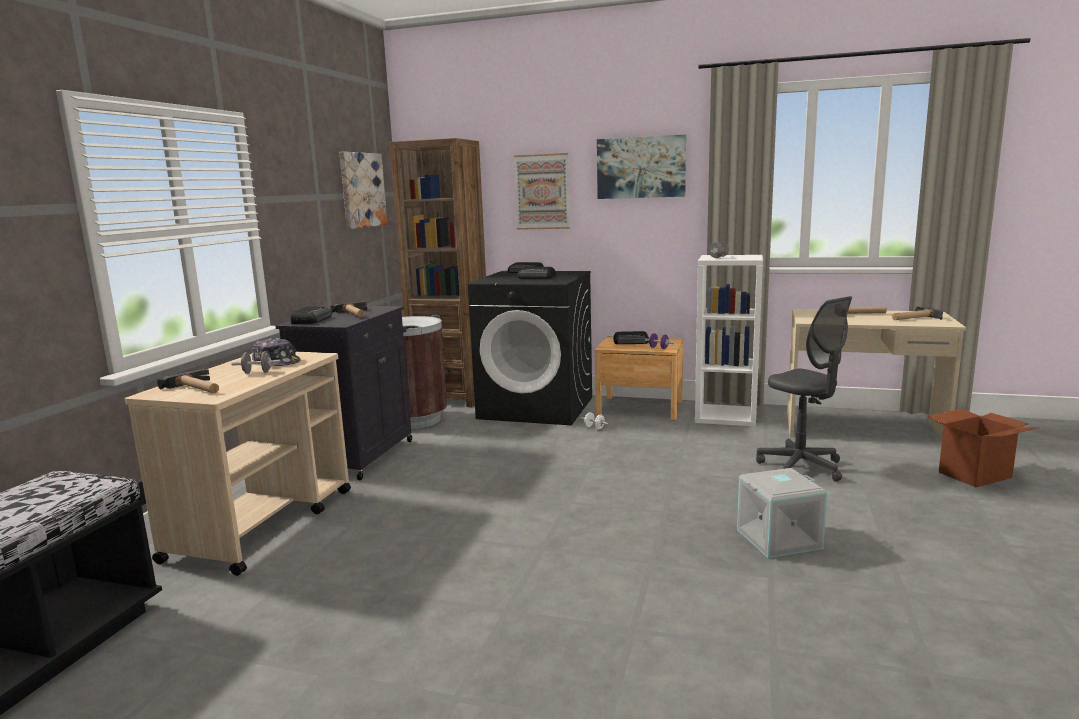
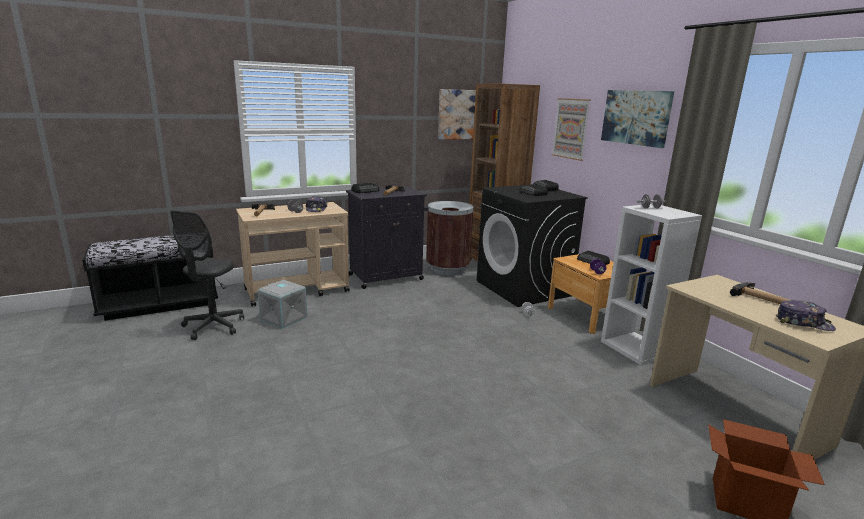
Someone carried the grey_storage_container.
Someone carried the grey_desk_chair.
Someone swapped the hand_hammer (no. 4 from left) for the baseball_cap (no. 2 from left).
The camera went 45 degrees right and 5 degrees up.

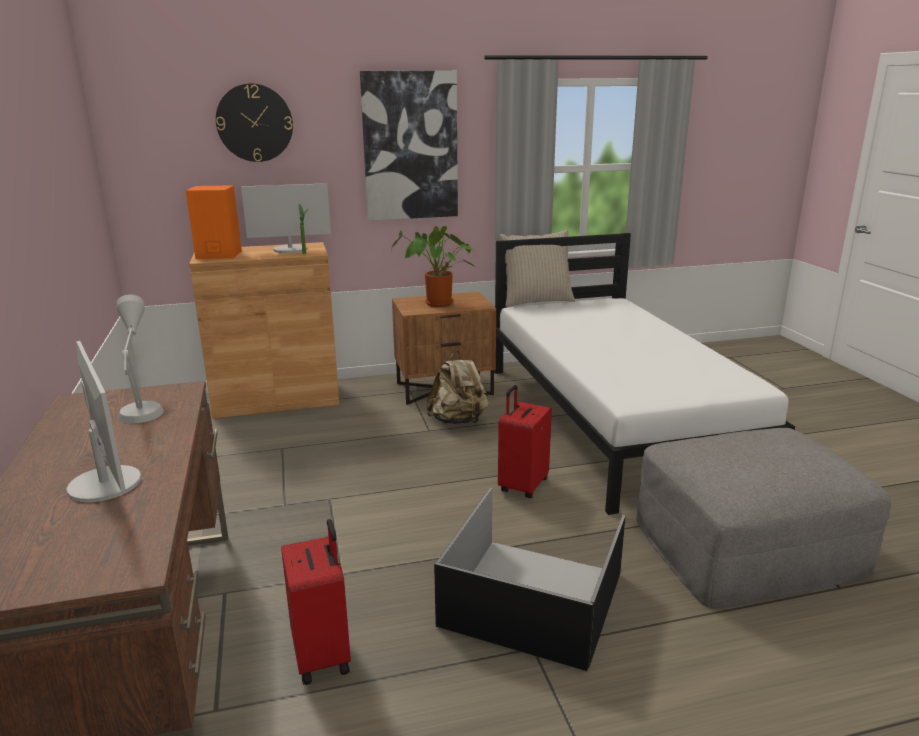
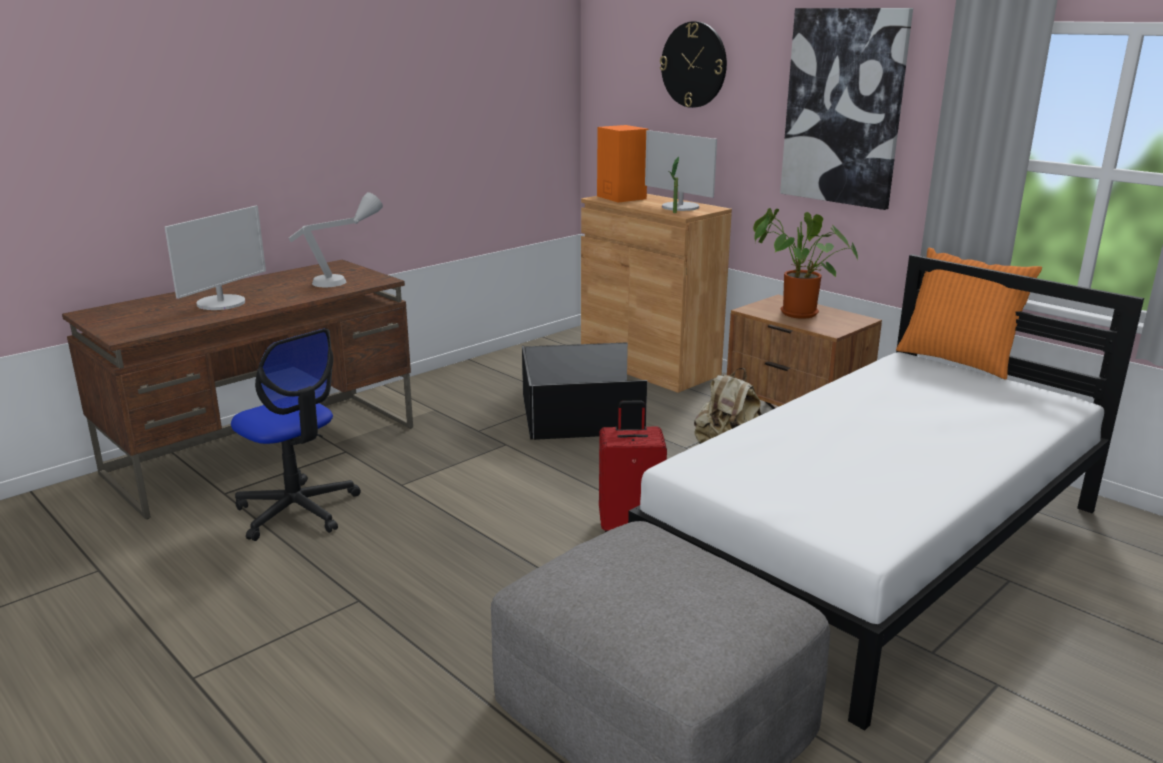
Someone carried the black_storage_container.
Someone swapped the red-coloured_travel_case (no. 1 from left) for the desk_chair.
Someone repainted the sand-coloured_cushion, which became the orange-coloured_cushion.
The camera went 60 degrees right and 0 degrees up.

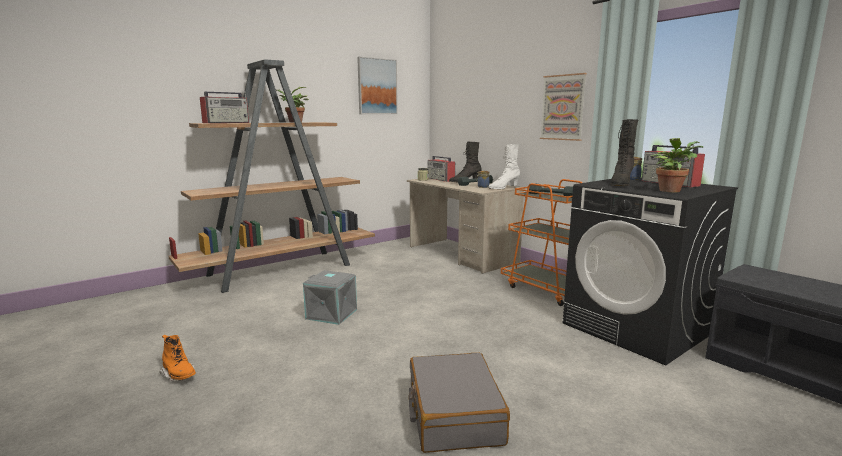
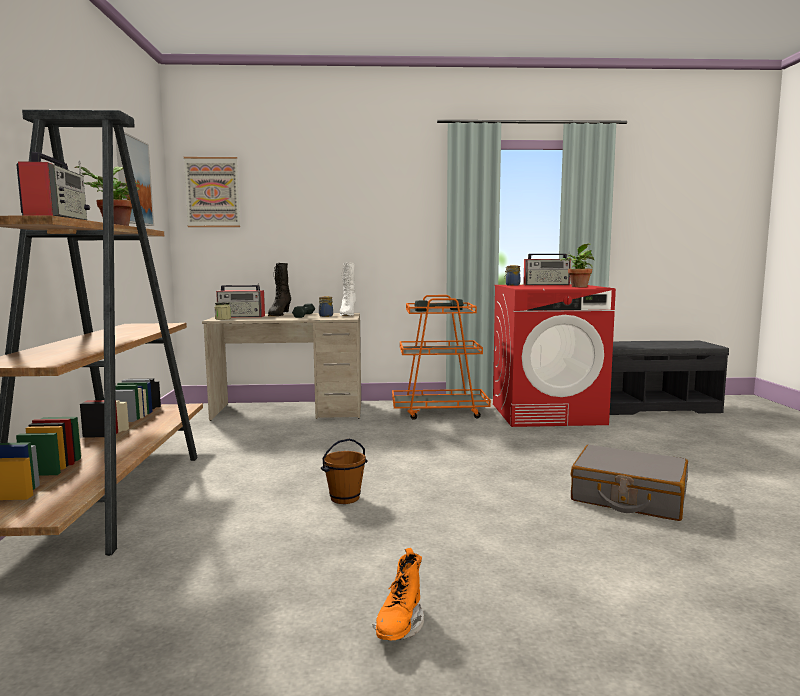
Someone took away the black_high-top_boot (no. 2 from left).
Someone carried the picture (no. 2 from left).
Someone swapped the grey_storage_container for the brownish_pail.
Someone repainted the black_washing_machine, which became the red-coloured_washing_machine.
Someone rotated the orange-coloured_high-top_boot by 120 degrees clockwise.
The camera went 55 degrees left and 5 degrees down.

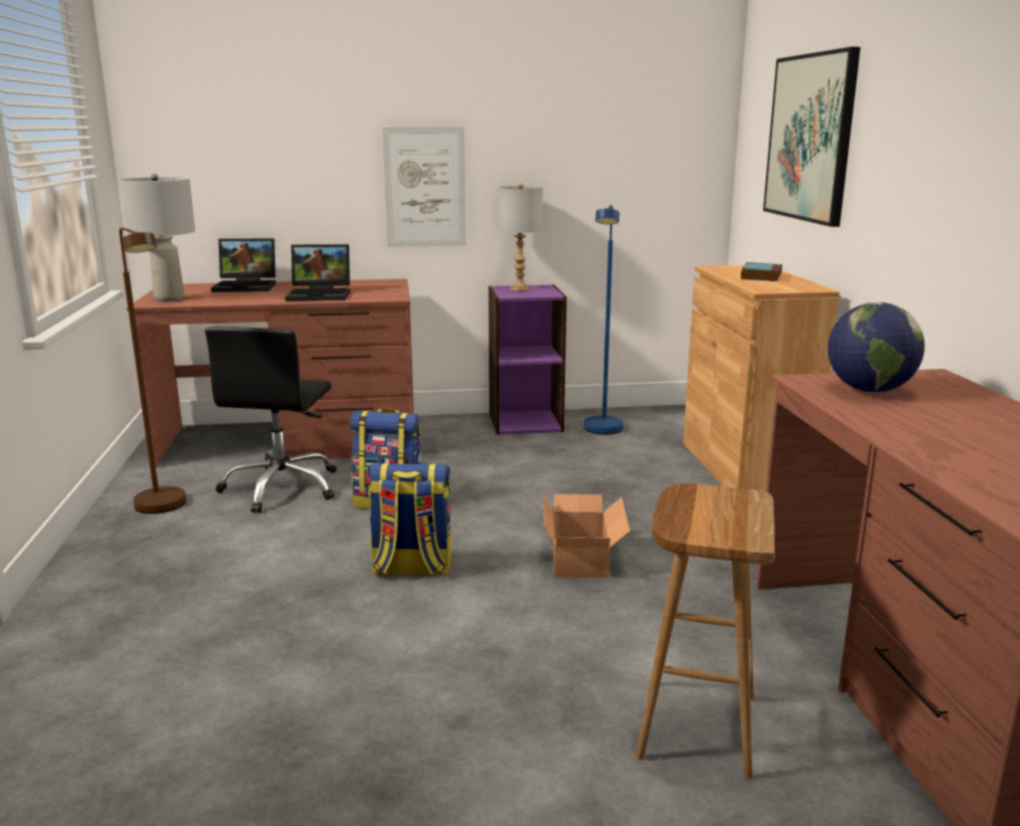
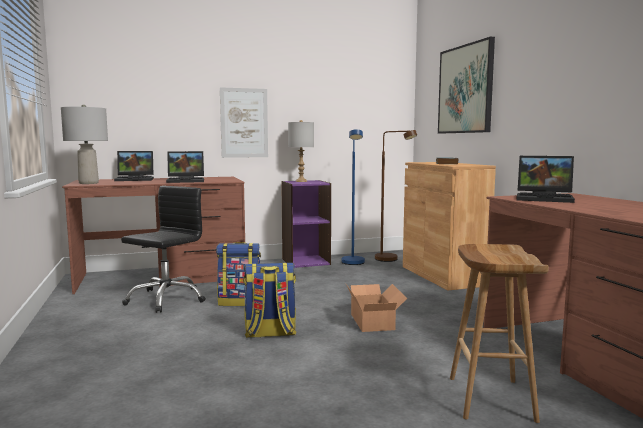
Someone carried the brownish_standing_lamp.
Someone swapped the globe for the portable_computer (no. 3 from left).
Someone rotated the black_desk_chair by 150 degrees counterclockwise.
The camera went 10 degrees left and 10 degrees down.

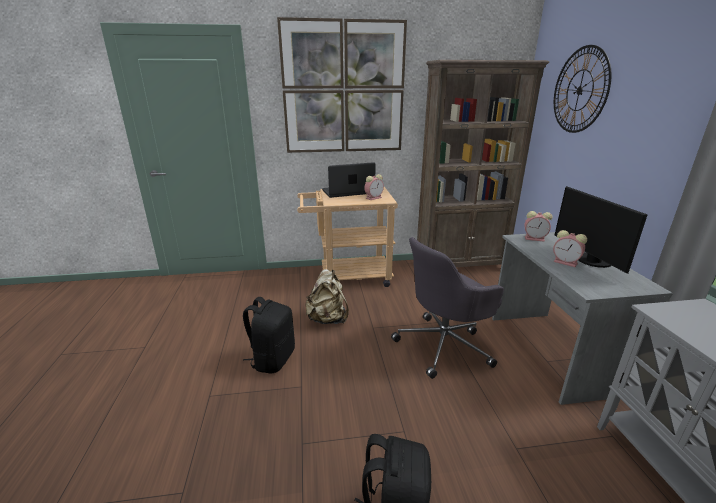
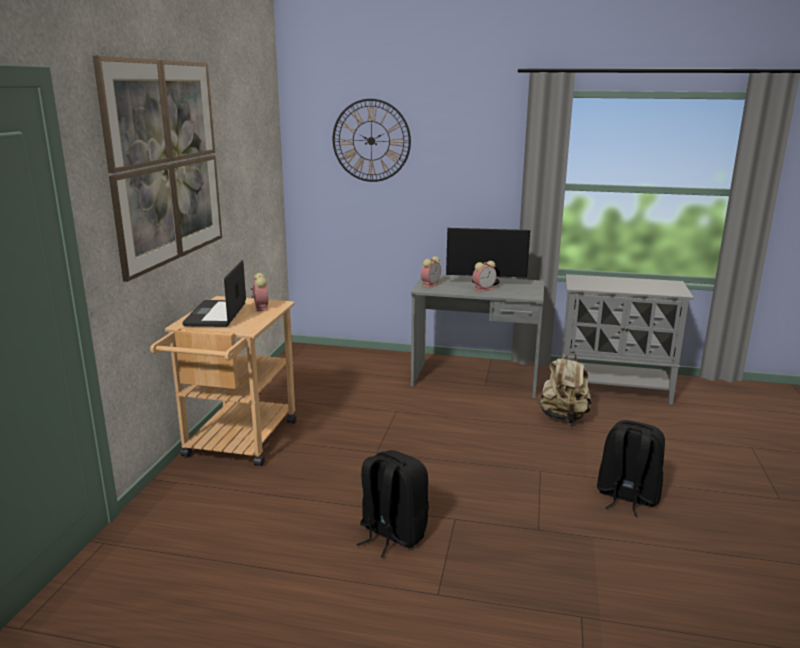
Someone took away the grey_desk_chair.
Someone took away the brownish_bookcase.
Someone carried the sand-coloured_rucksack.
The camera went 70 degrees left and 5 degrees down.

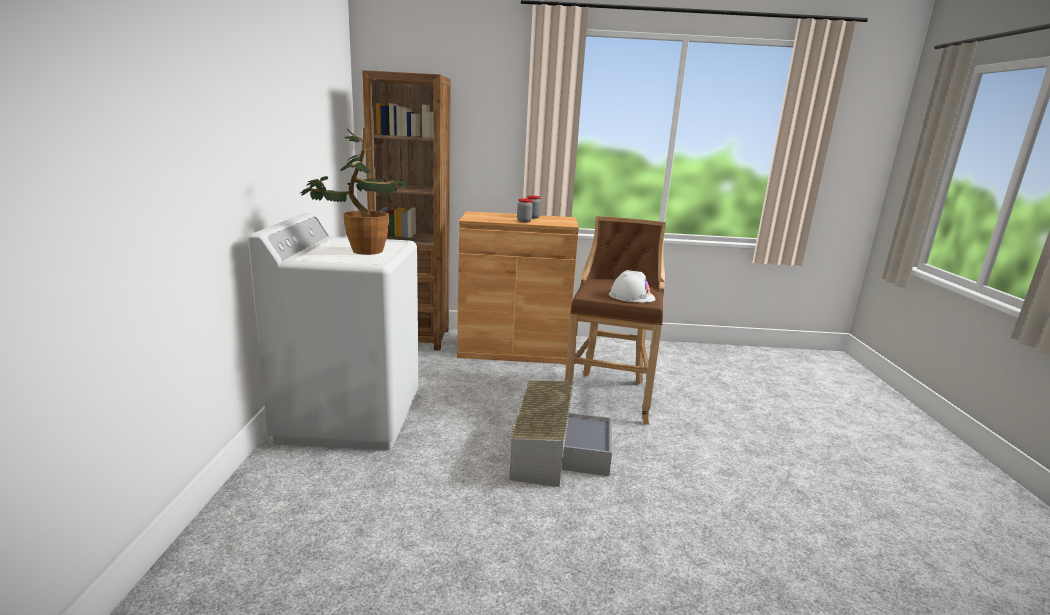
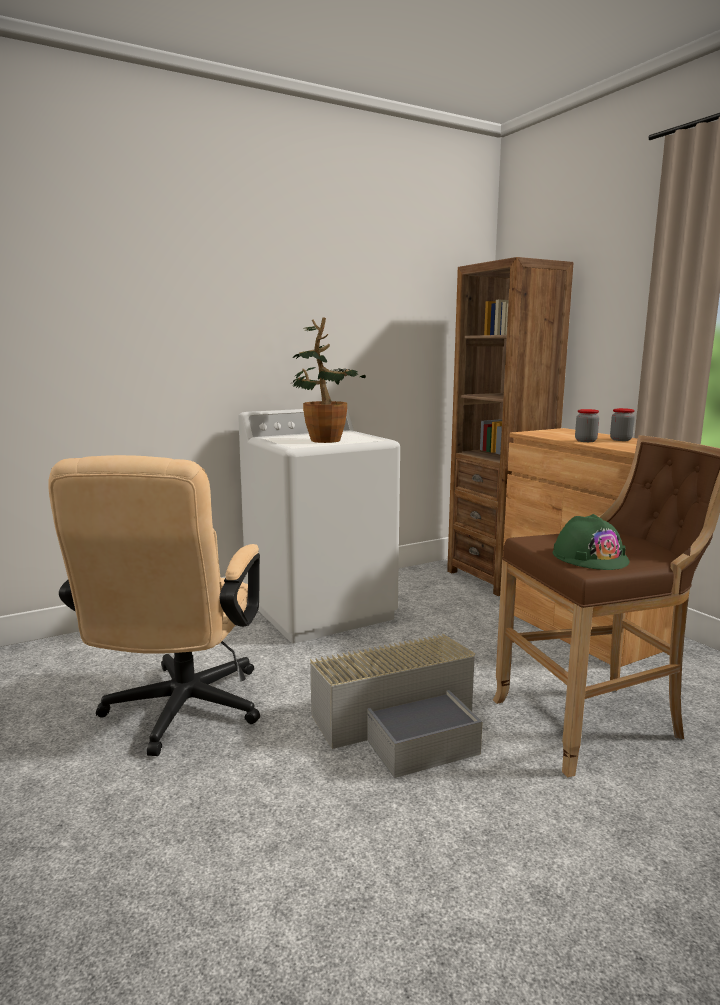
Someone put down the sand-coloured_desk_chair.
Someone repainted the white_safety_helmet, which became the green-coloured_safety_helmet.
The camera went 60 degrees right and 5 degrees down.

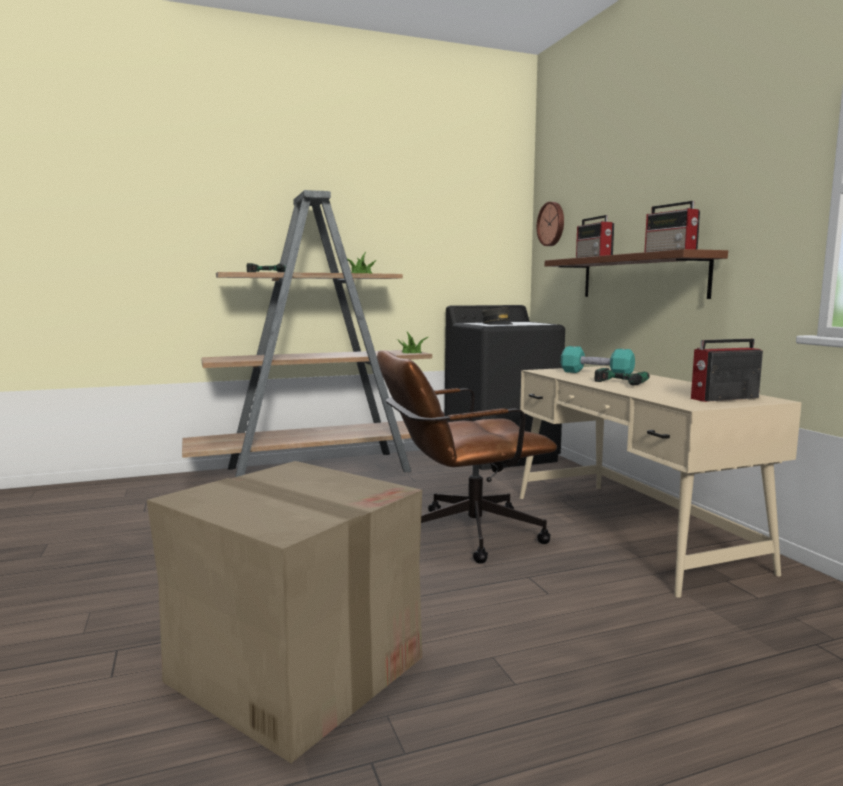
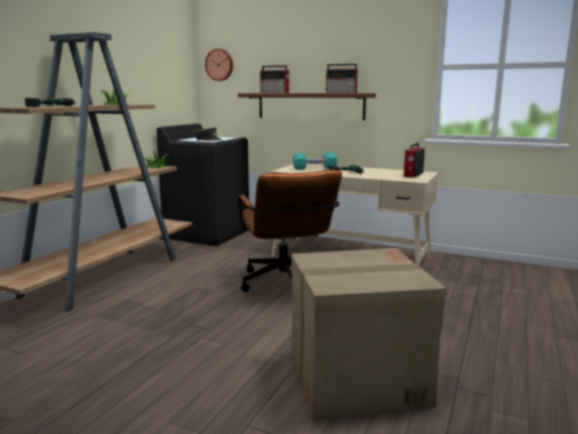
Someone rotated the brownish_desk_chair by 45 degrees counterclockwise.
The camera went 45 degrees left and 5 degrees up.

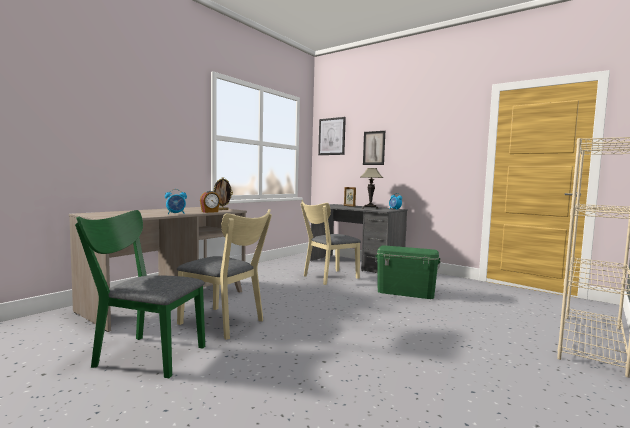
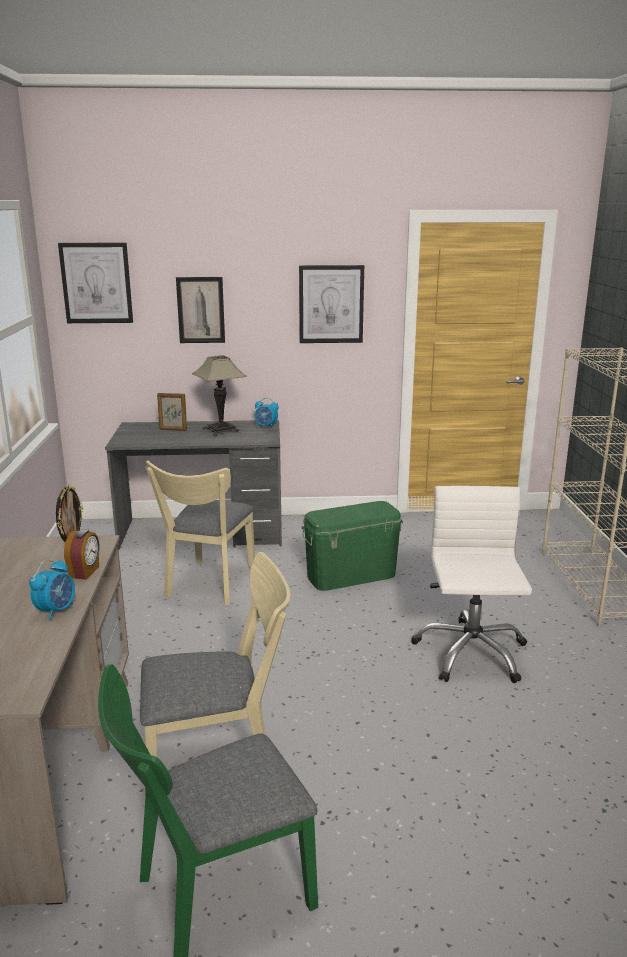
Someone put up the picture (no. 3 from left).
Someone put down the white_desk_chair.
The camera went 40 degrees left and 15 degrees up.

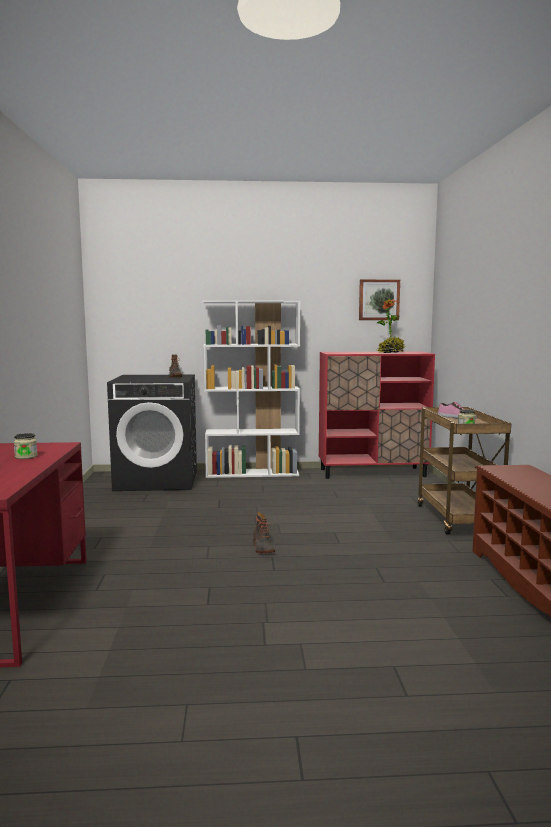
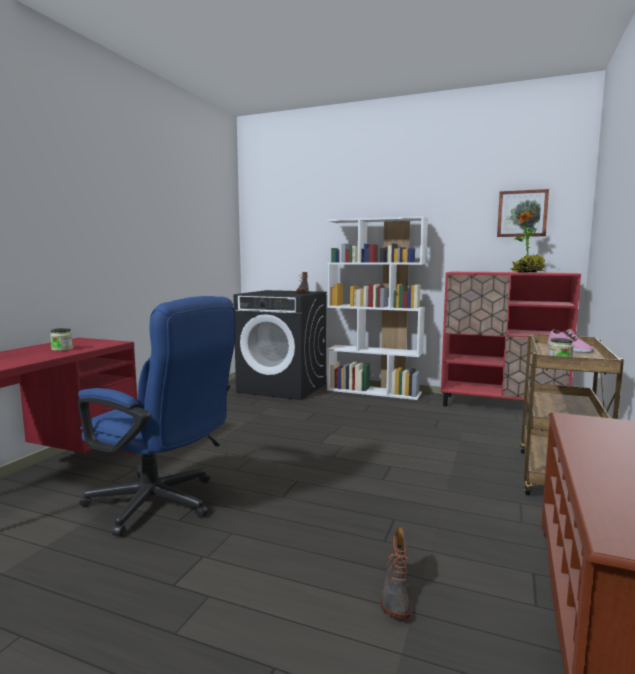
Someone put down the blue_desk_chair.
Someone carried the high-top_boot (no. 2 from left).
The camera went 25 degrees right and 0 degrees up.

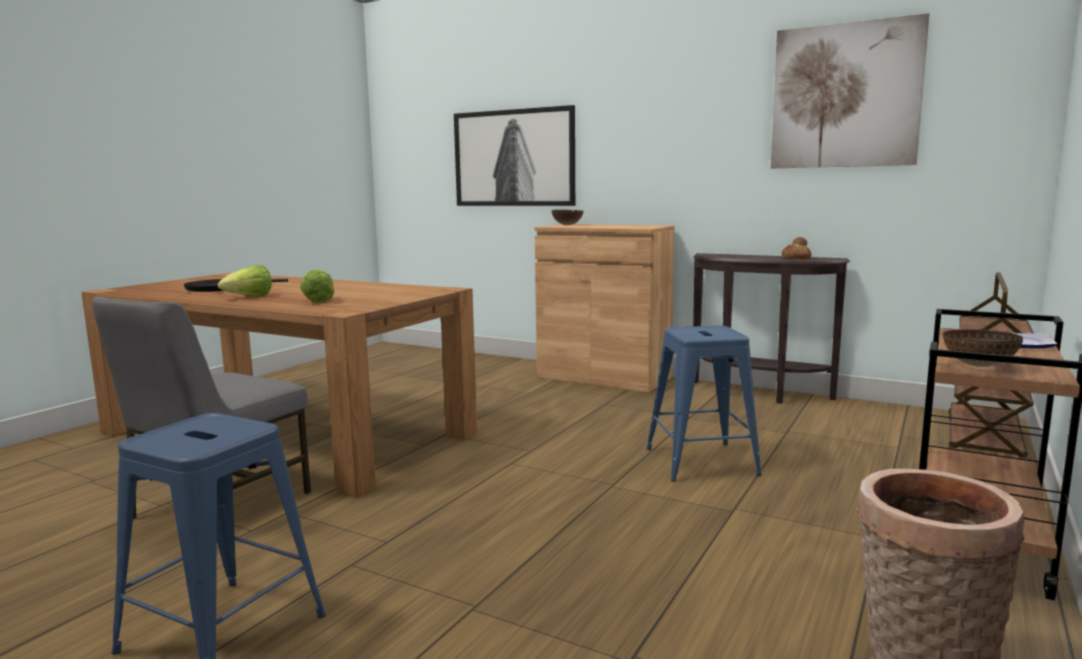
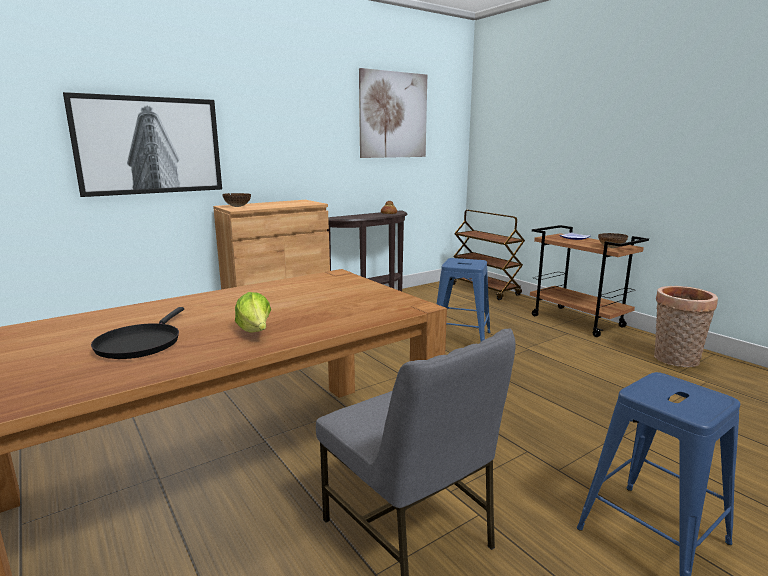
Someone took away the lettuce_head (no. 2 from left).
The camera went 65 degrees left and 5 degrees up.

